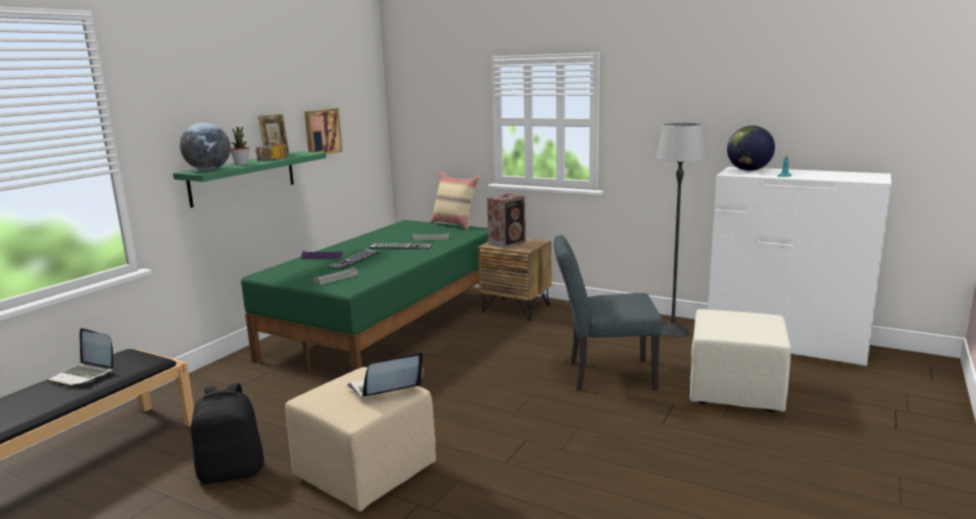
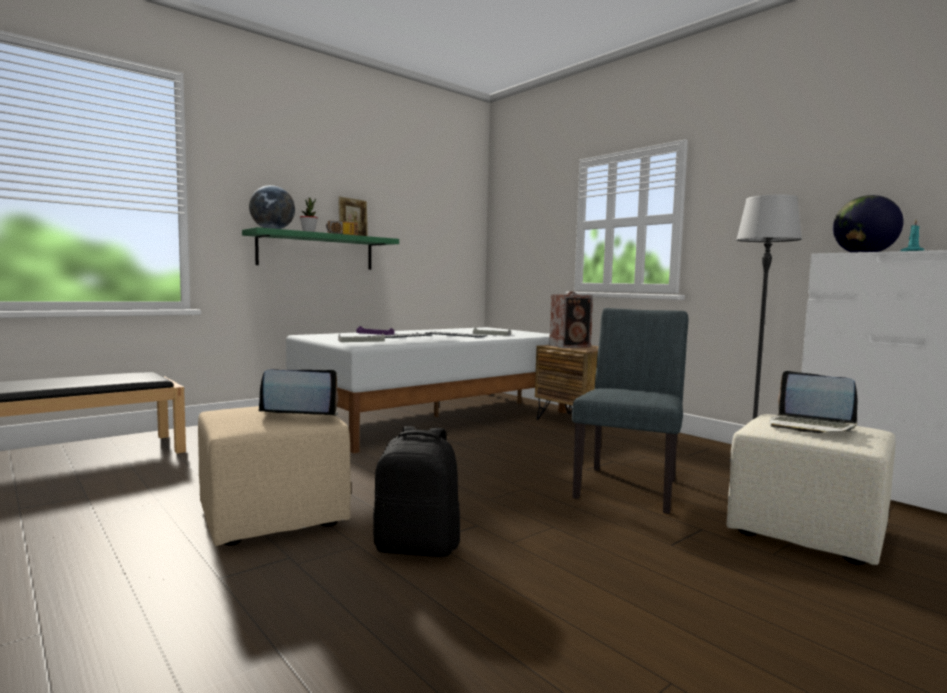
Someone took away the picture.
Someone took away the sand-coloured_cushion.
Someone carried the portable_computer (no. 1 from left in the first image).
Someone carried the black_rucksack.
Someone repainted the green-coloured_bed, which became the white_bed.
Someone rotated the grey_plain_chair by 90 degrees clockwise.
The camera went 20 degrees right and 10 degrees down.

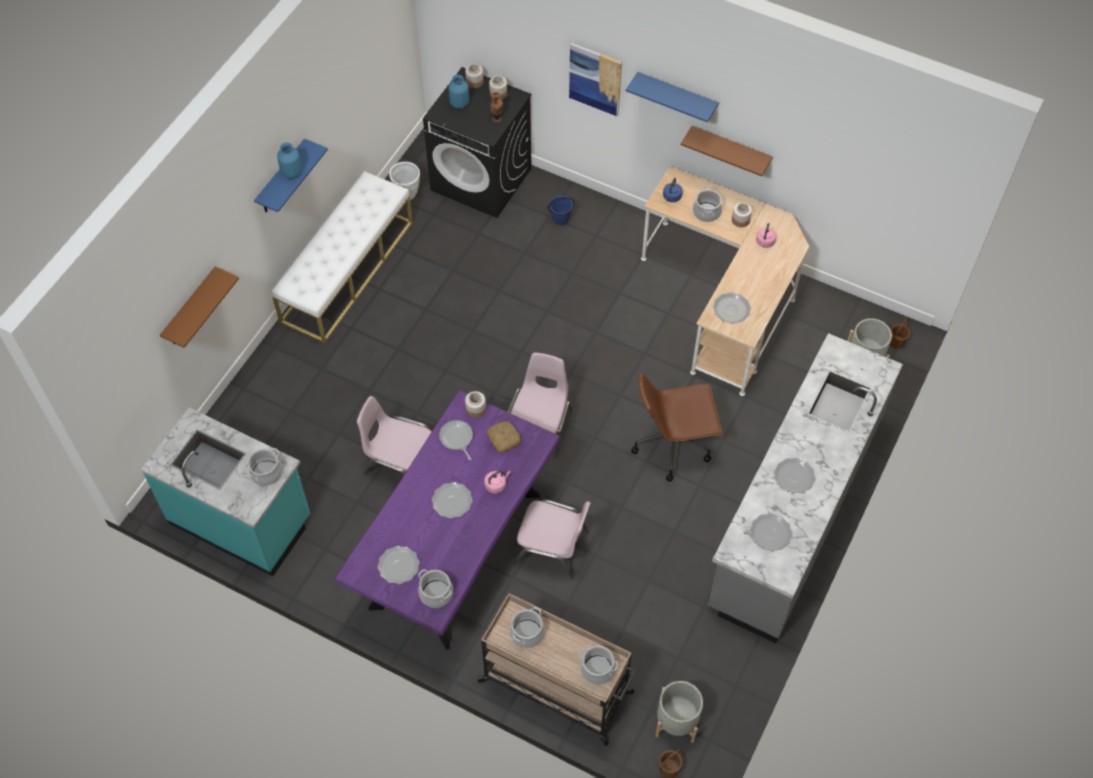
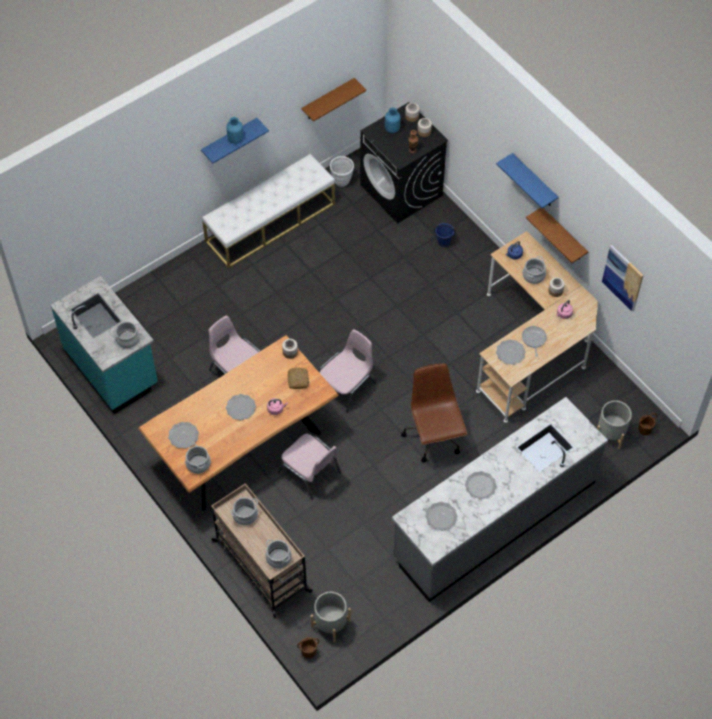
Someone carried the brownish_shelf (no. 1 from left).
Someone carried the frying_pan.
Someone carried the picture.
Someone repainted the purplish_dining_table, which became the brownish_dining_table.
Someone rotated the brownish_desk_chair by 60 degrees clockwise.
The camera went 25 degrees right and 0 degrees up.

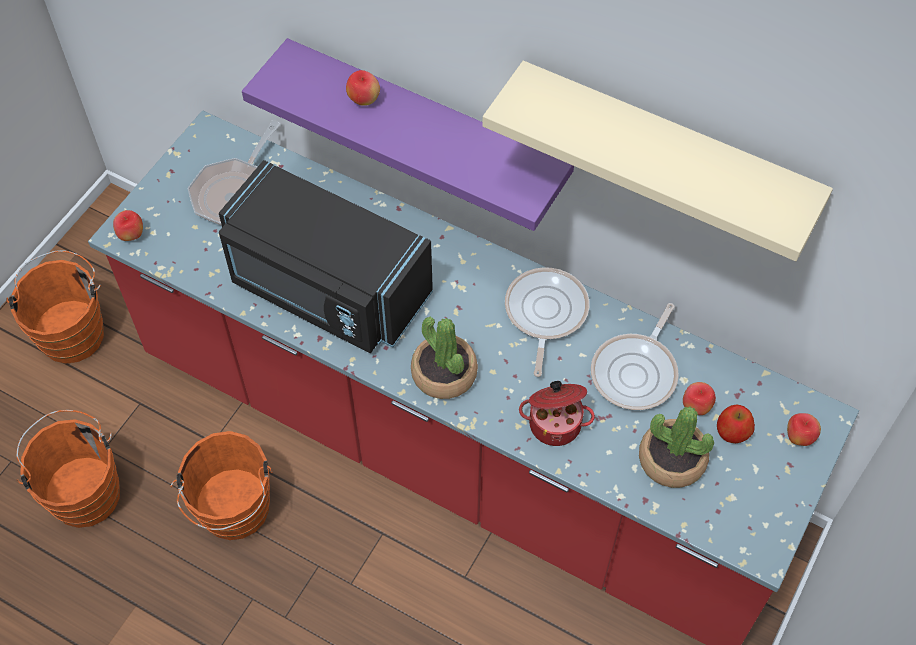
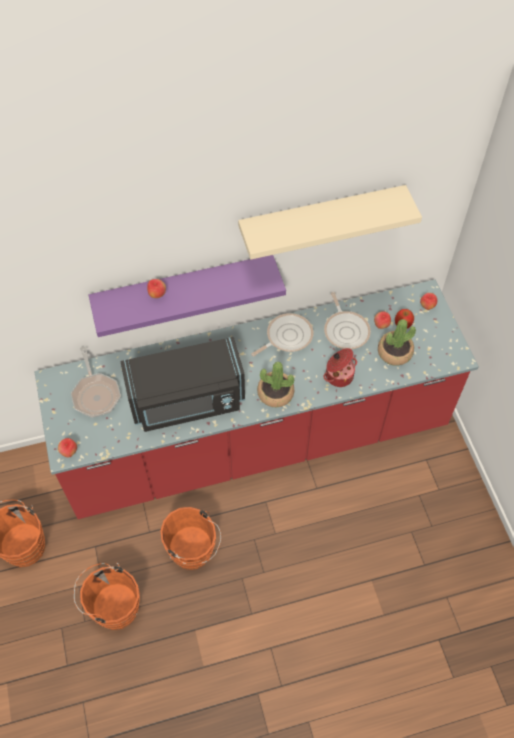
Someone rotated the frying_pan (no. 2 from left) by 90 degrees clockwise.
The camera went 45 degrees left and 0 degrees up.

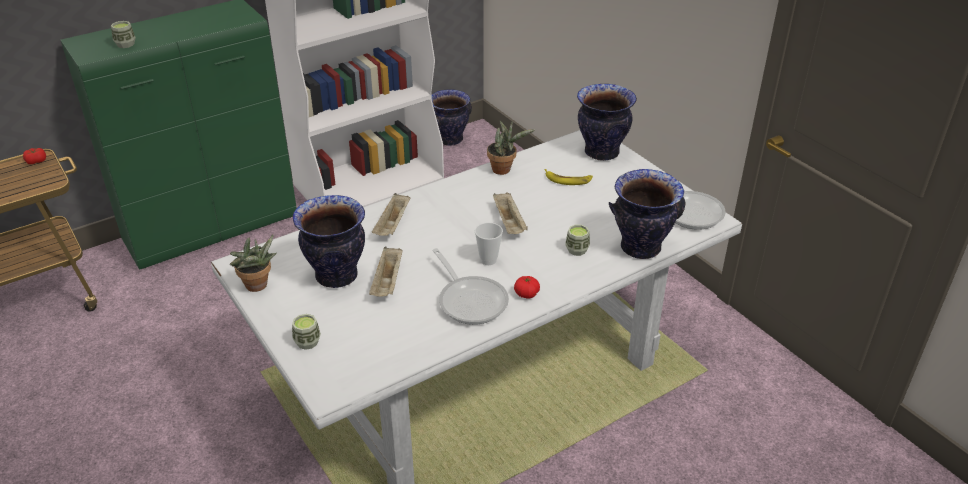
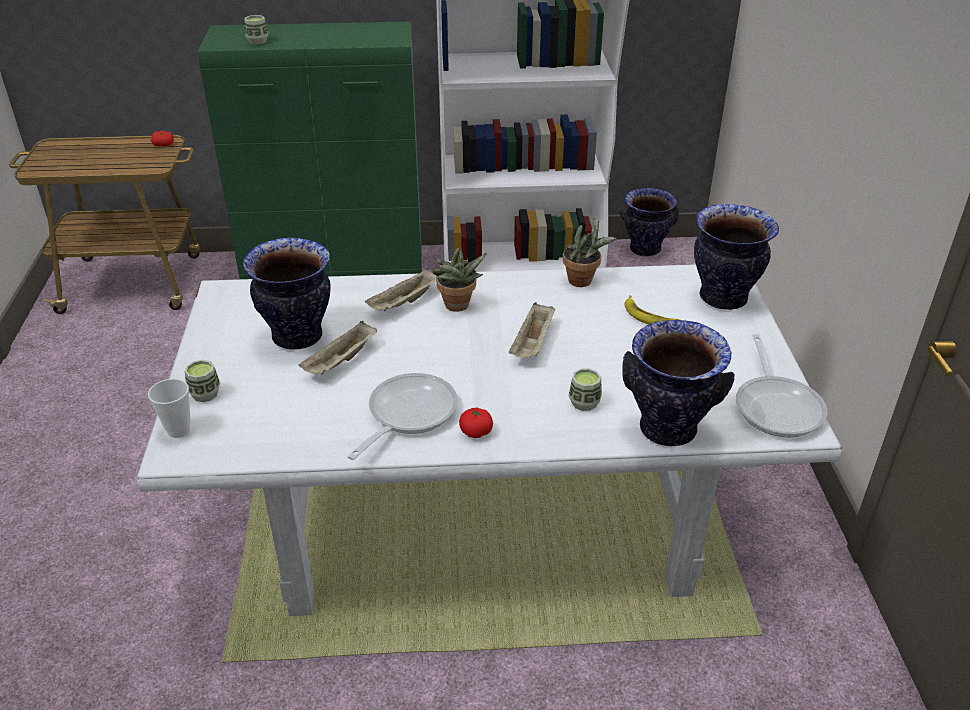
Someone carried the plant_in_a_pot (no. 1 from left).
Someone carried the drinking_cup (no. 3 from left in the first image).
Someone rotated the frying_pan (no. 1 from left) by 150 degrees counterclockwise.
The camera went 30 degrees right and 0 degrees up.

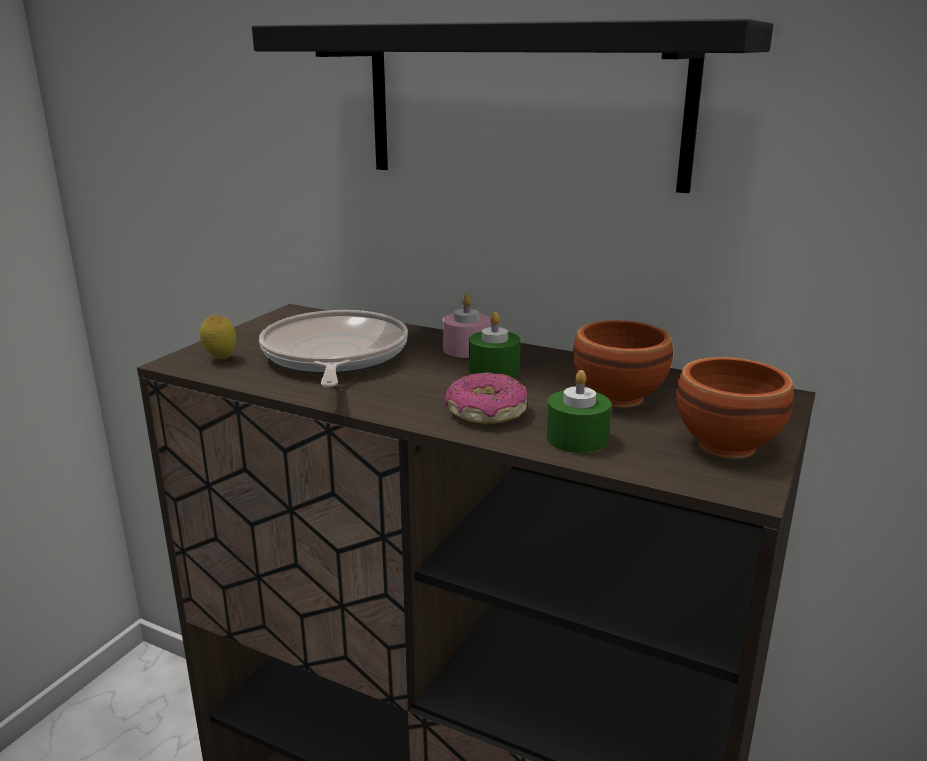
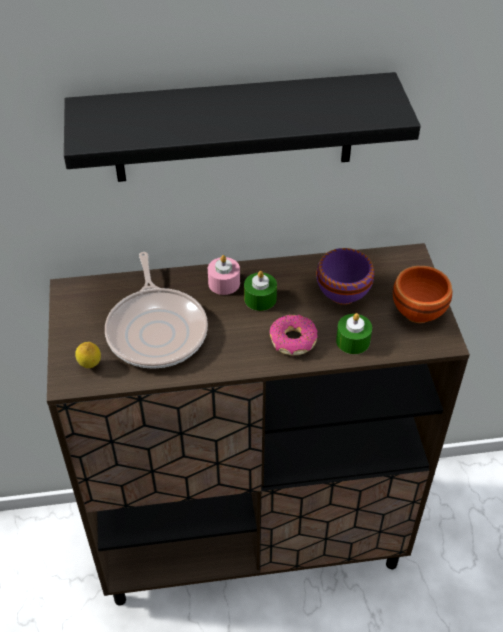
Someone repainted the brownish_deep_dish (no. 1 from left), which became the purplish_deep_dish.
Someone rotated the frying_pan by 150 degrees counterclockwise.
The camera went 35 degrees left and 25 degrees up.

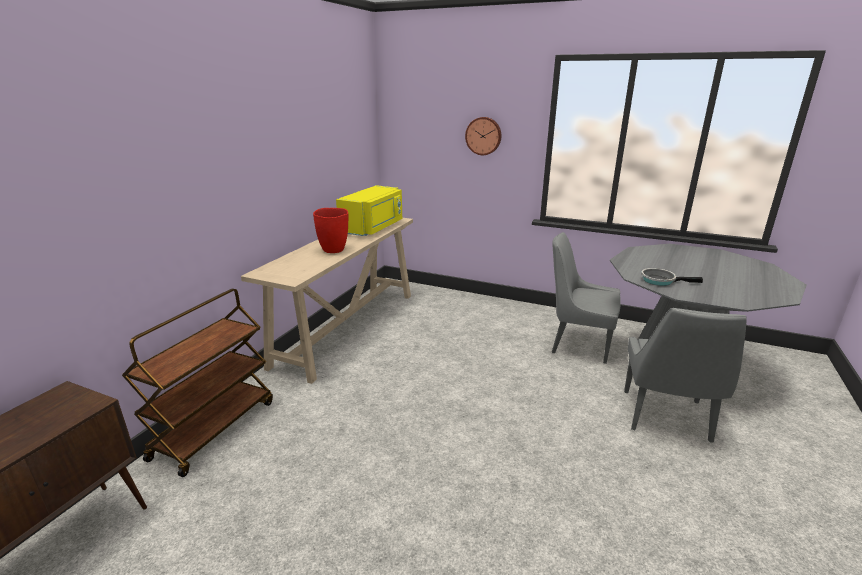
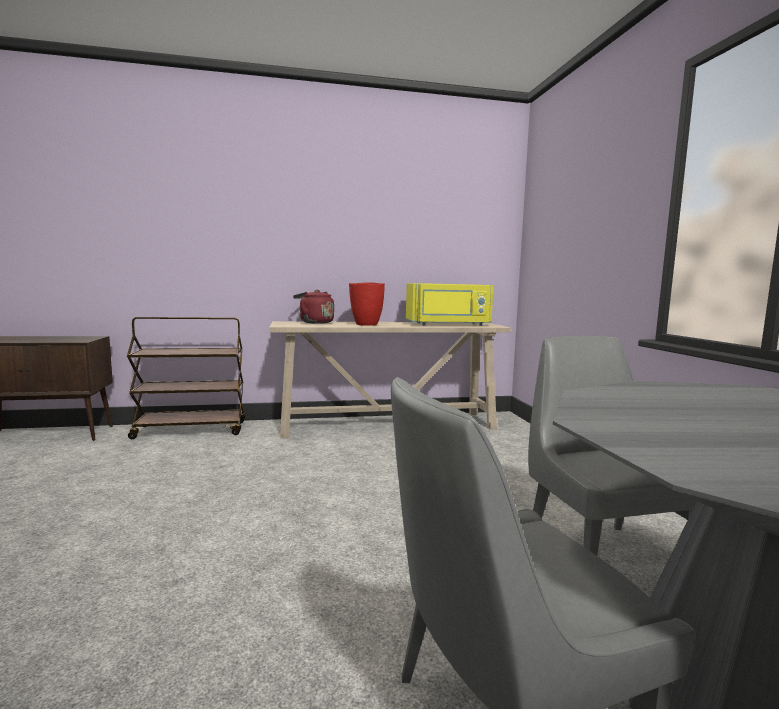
Someone took away the hanging_clock.
Someone took away the frying_pan.
Someone put down the red-coloured_water_kettle.
The camera went 55 degrees right and 15 degrees down.

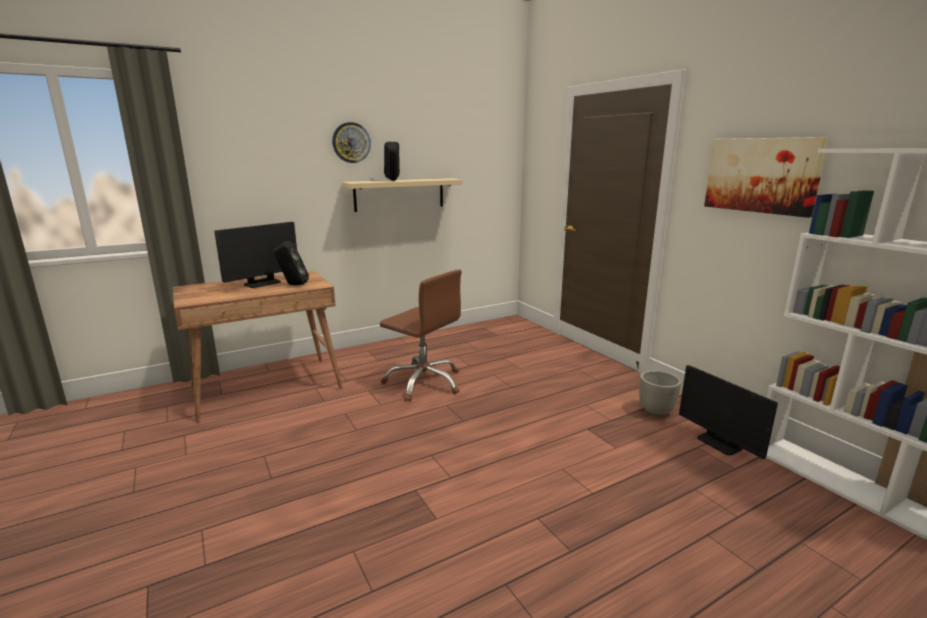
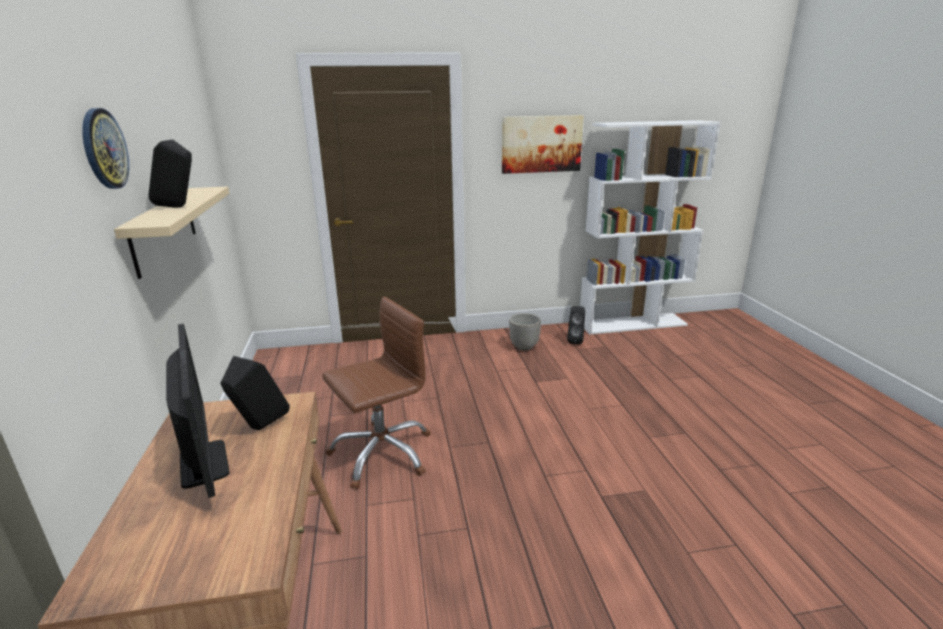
Someone swapped the monitor (no. 2 from left) for the black_audio_speaker (no. 3 from left).
The camera went 70 degrees left and 5 degrees up.

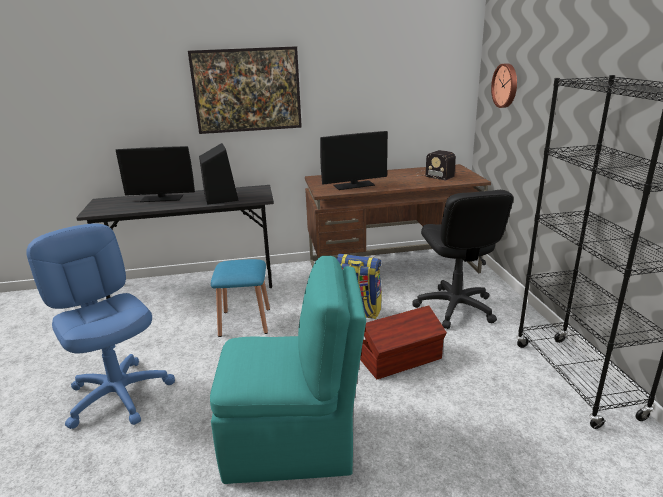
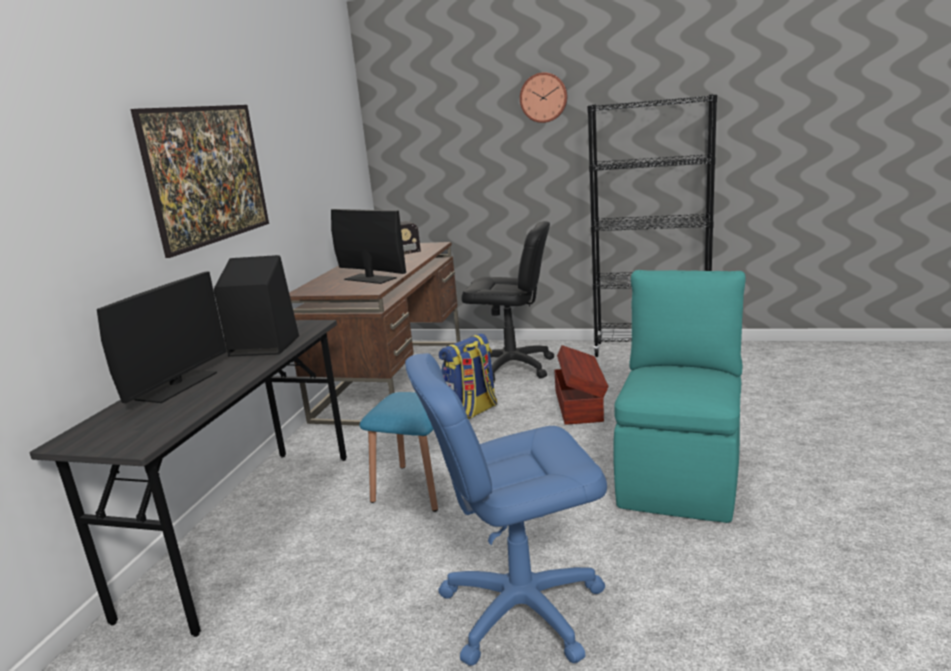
Someone carried the hanging_clock.
Someone rotated the monitor (no. 2 from left) by 60 degrees counterclockwise.
The camera went 65 degrees left and 5 degrees down.

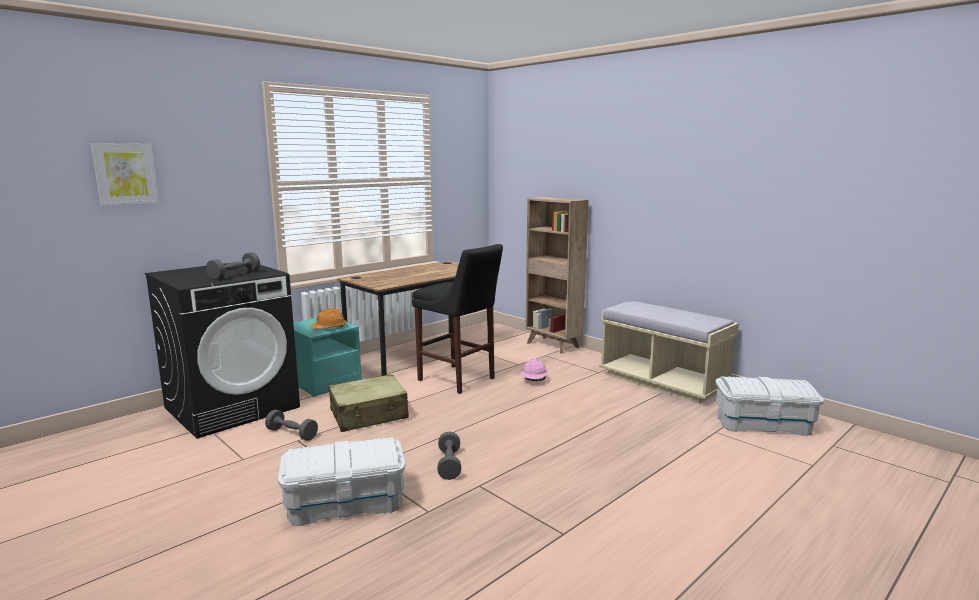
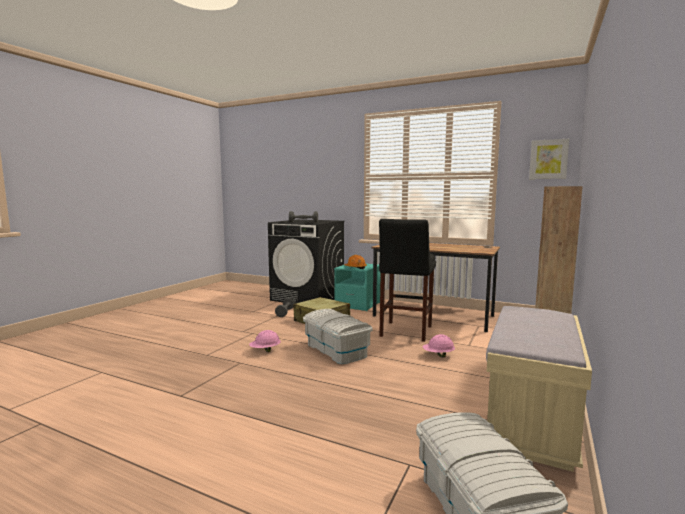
Someone carried the picture.
Someone carried the white_storage_container (no. 1 from left).
Someone swapped the grey_dumbbell (no. 3 from left) for the pinkish_safety_helmet (no. 1 from left).
The camera went 70 degrees right and 5 degrees down.

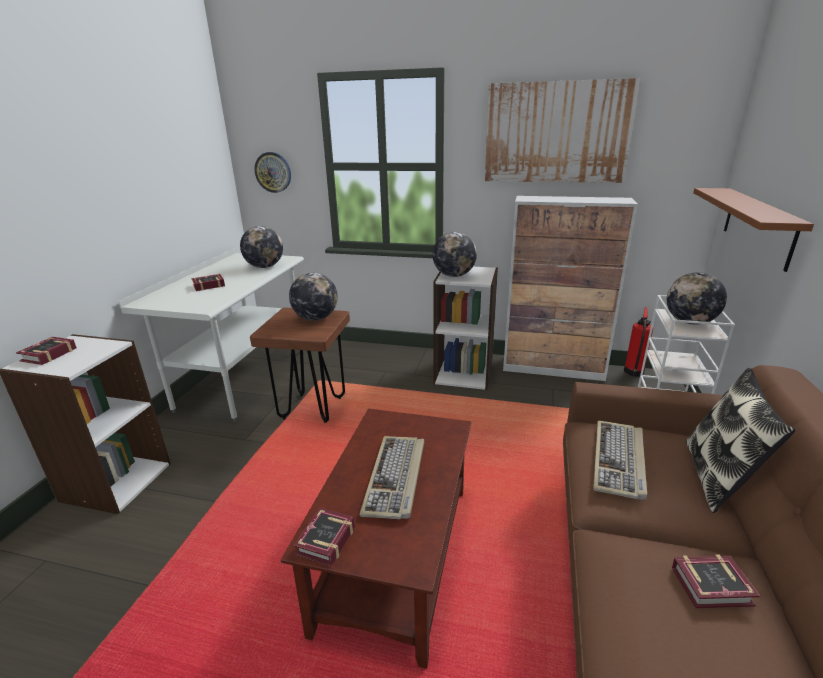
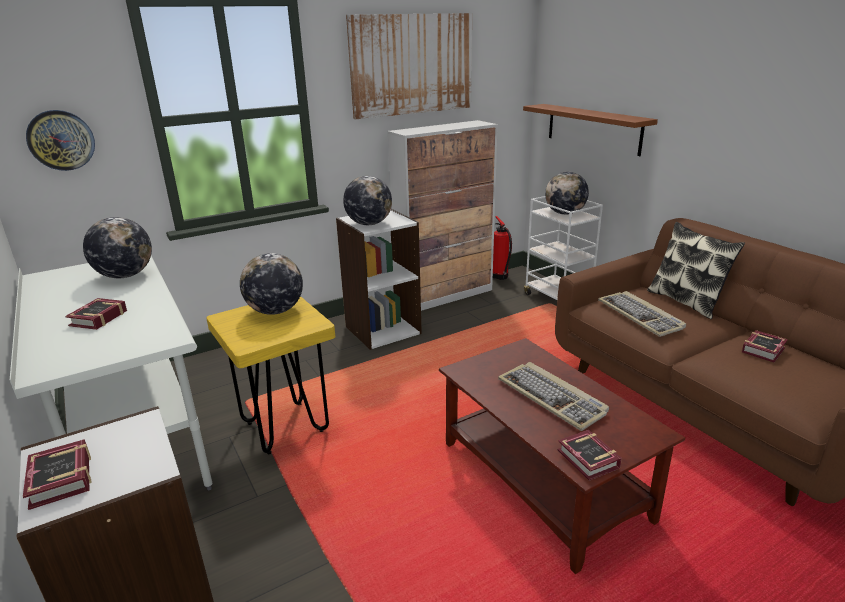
Someone repainted the brownish_stool, which became the yellow_stool.
The camera went 45 degrees left and 0 degrees up.

